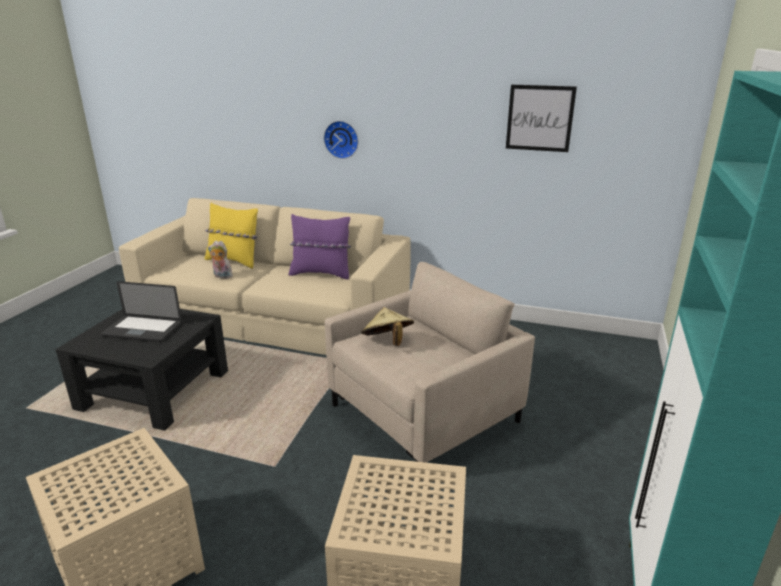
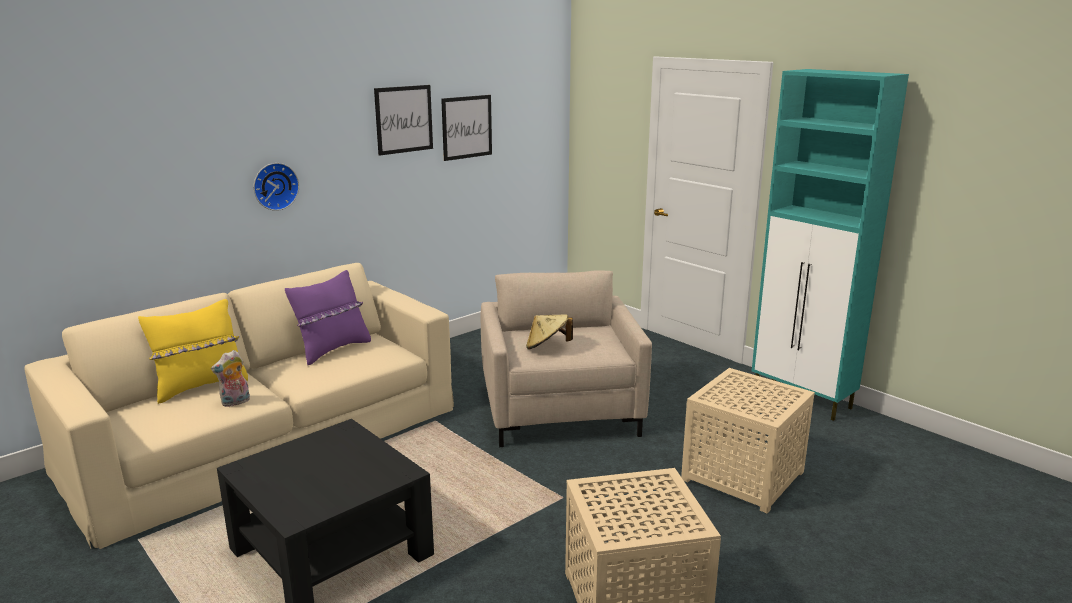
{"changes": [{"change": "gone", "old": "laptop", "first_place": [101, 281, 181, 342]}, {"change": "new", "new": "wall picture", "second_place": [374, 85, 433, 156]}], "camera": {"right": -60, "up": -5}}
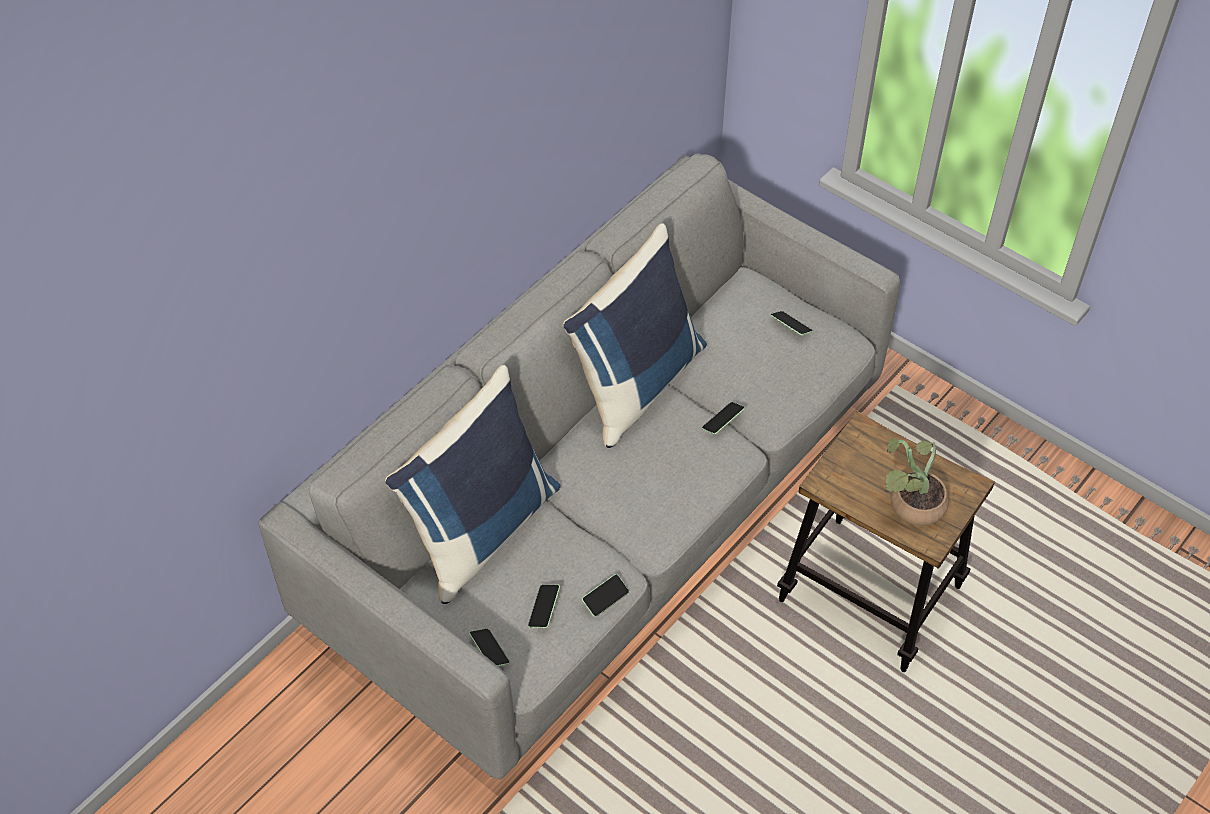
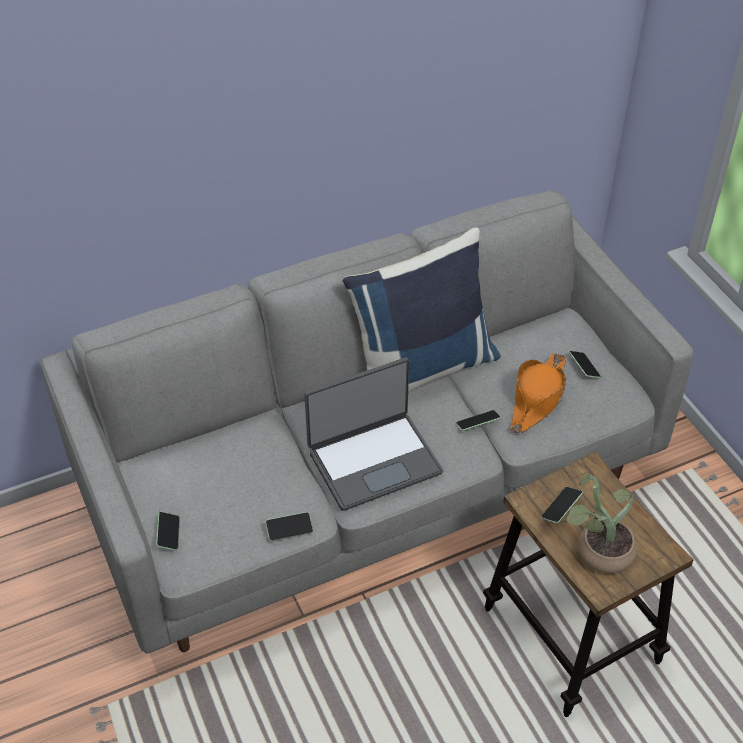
{"changes": [{"change": "gone", "old": "throw pillow/blue", "first_place": [385, 365, 560, 604]}, {"change": "shifted", "old": "telephone", "first_place": [528, 584, 560, 628], "second_place": [541, 487, 583, 523]}, {"change": "new", "new": "laptop", "second_place": [304, 357, 443, 511]}, {"change": "new", "new": "clothing hat/orange-coloured", "second_place": [510, 353, 566, 433]}], "camera": {"right": 25, "up": -5}}
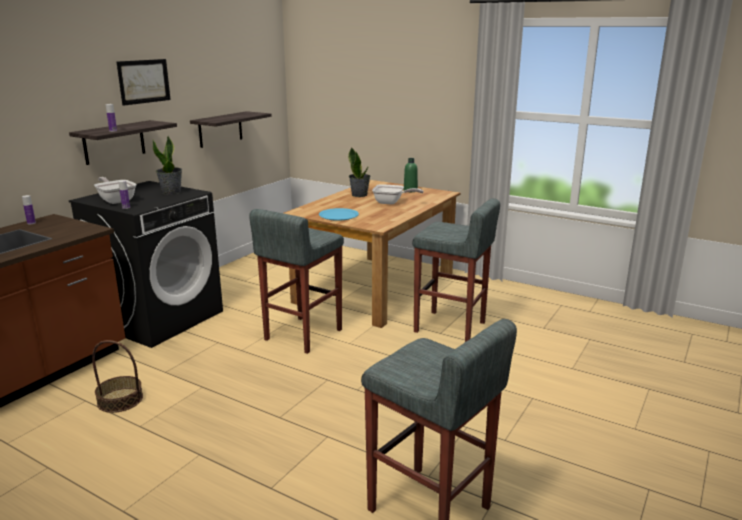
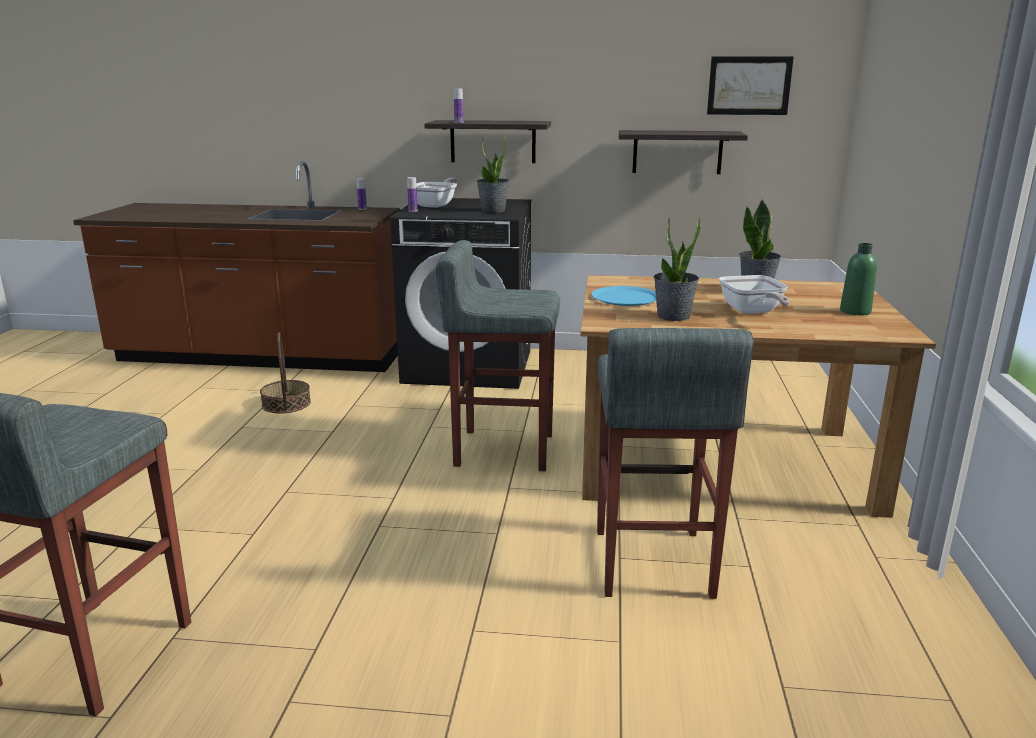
{"changes": [{"change": "shifted", "old": "wall picture", "first_place": [117, 59, 171, 106], "second_place": [707, 56, 794, 115]}, {"change": "new", "new": "plant in a pot", "second_place": [653, 218, 701, 321]}], "camera": {"right": 65, "up": 0}}
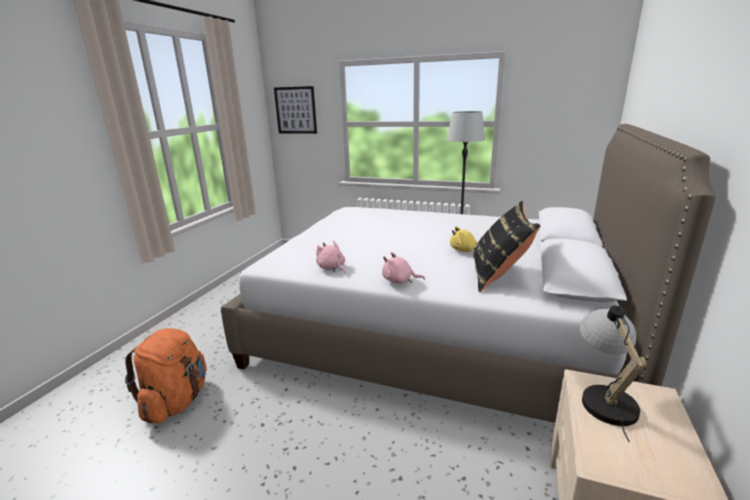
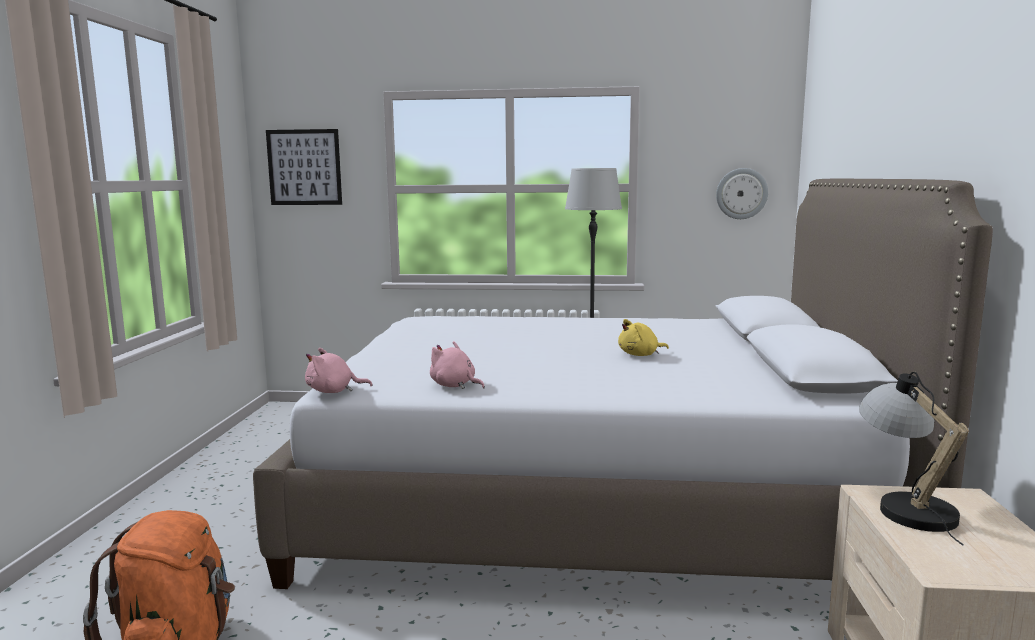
{"changes": [{"change": "shifted", "old": "cuddly toy/pink-coloured", "first_place": [382, 252, 425, 284], "second_place": [305, 348, 373, 393]}, {"change": "gone", "old": "throw pillow/black-coloured", "first_place": [473, 201, 541, 292]}, {"change": "new", "new": "hanging clock", "second_place": [716, 168, 768, 219]}], "camera": {"right": -15, "up": -10}}
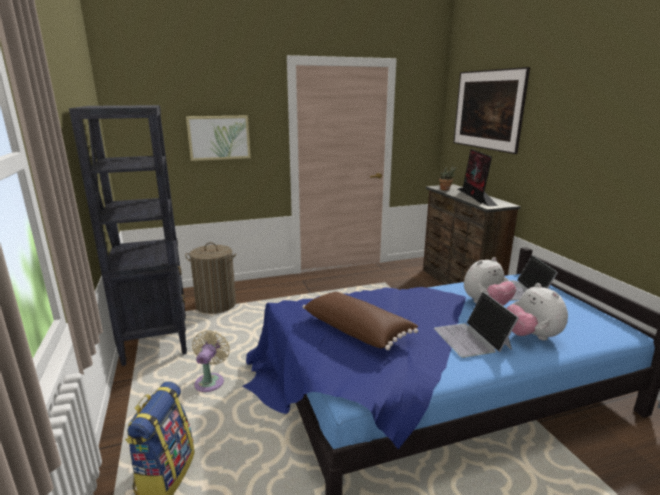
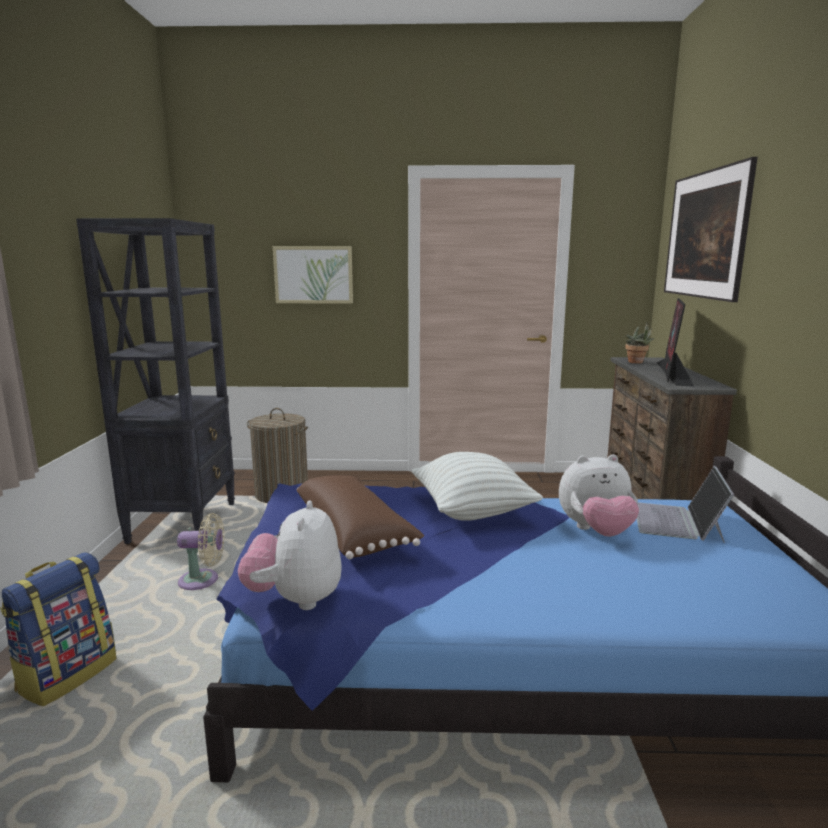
{"changes": [{"change": "rotated", "old": "electric fan/beige", "first_place": [192, 330, 230, 392], "second_place": [177, 513, 224, 590], "degrees": 60}, {"change": "gone", "old": "laptop", "first_place": [434, 292, 519, 358]}, {"change": "shifted", "old": "cuddly toy", "first_place": [507, 283, 568, 341], "second_place": [238, 501, 342, 610]}, {"change": "new", "new": "throw pillow/white", "second_place": [412, 452, 543, 521]}], "camera": {"right": 20, "up": -5}}
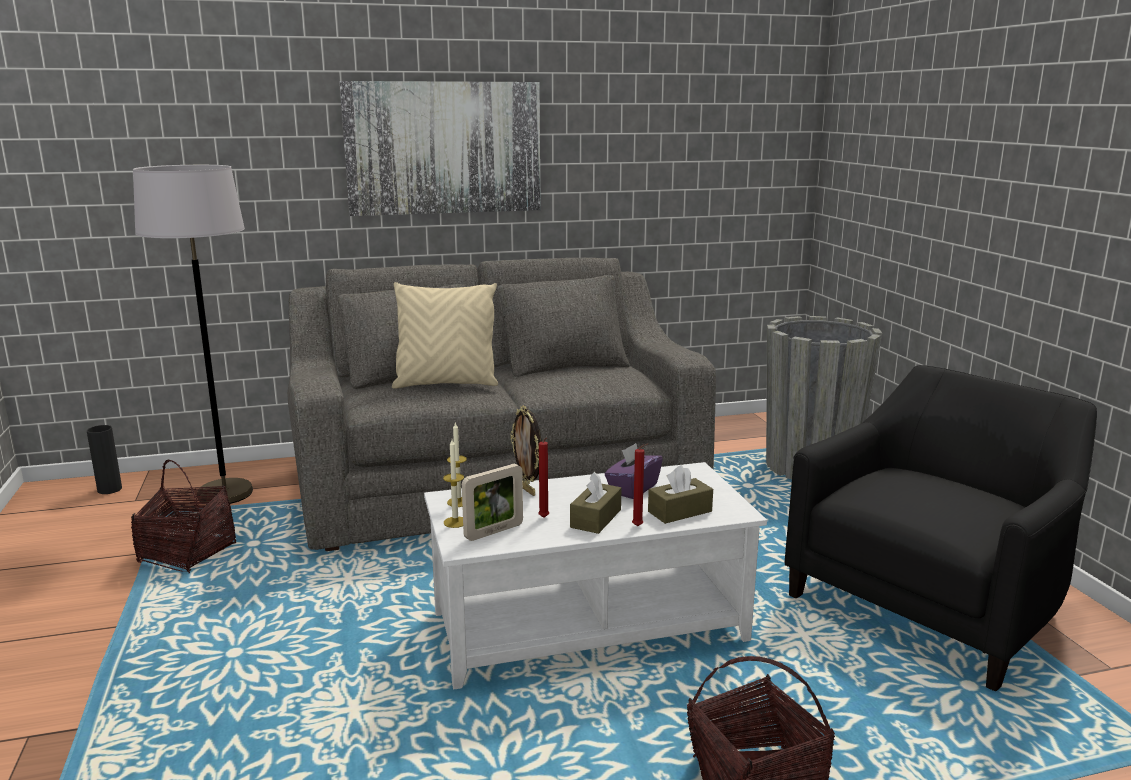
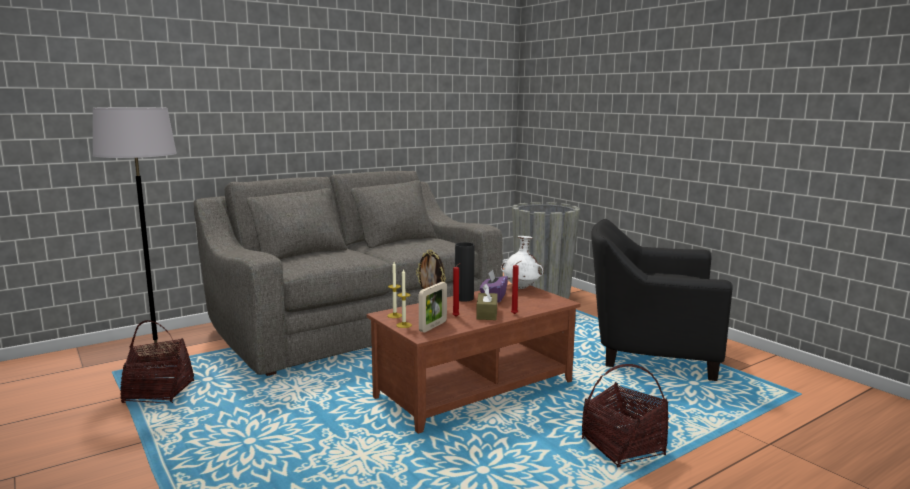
{"changes": [{"change": "shifted", "old": "decorative vase/black-coloured", "first_place": [87, 425, 122, 494], "second_place": [455, 242, 475, 302]}, {"change": "gone", "old": "wall picture", "first_place": [339, 81, 541, 216]}, {"change": "gone", "old": "throw pillow/beige", "first_place": [392, 282, 498, 389]}, {"change": "repainted", "old": "lounge table/white", "new": "lounge table/brownish", "first_place": [424, 462, 767, 689], "second_place": [367, 284, 581, 434]}, {"change": "gone", "old": "tissue holder/brownish", "first_place": [648, 465, 713, 524]}, {"change": "rotated", "old": "easy chair/black-coloured", "first_place": [785, 365, 1097, 691], "second_place": [591, 219, 733, 381], "degrees": -105}, {"change": "new", "new": "decorative vase/white", "second_place": [501, 236, 544, 289]}], "camera": {"right": -20, "up": -5}}
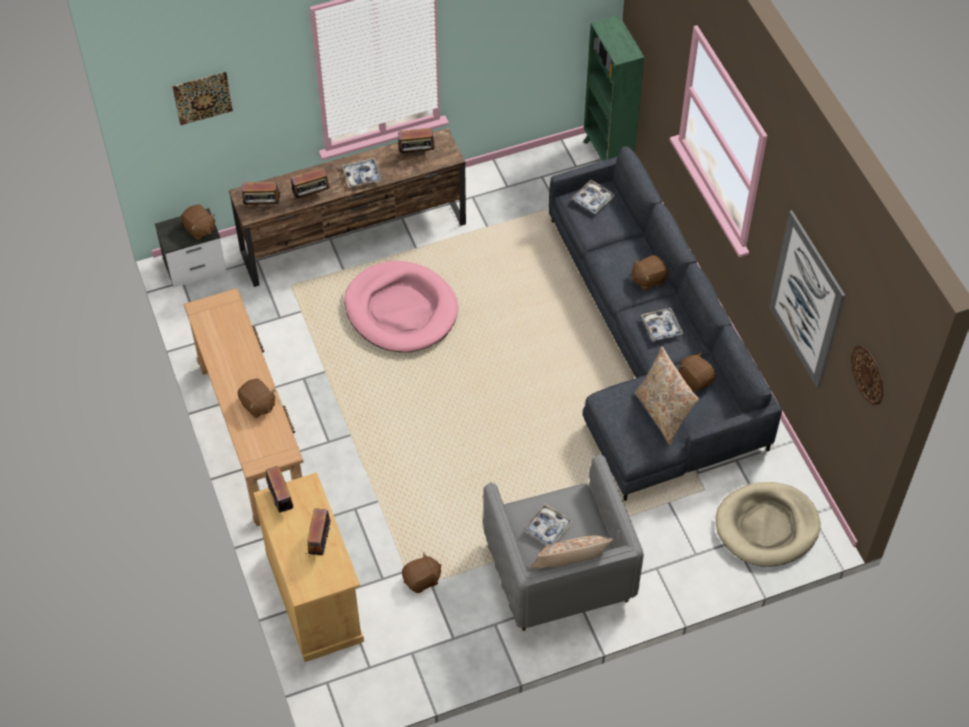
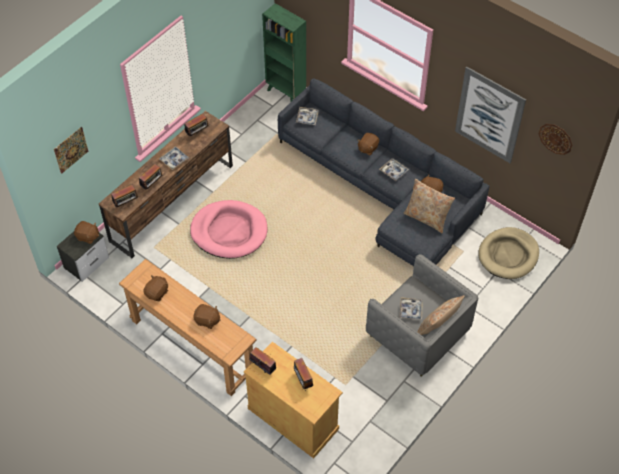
{"changes": [{"change": "shifted", "old": "cuddly toy/brownish", "first_place": [402, 553, 442, 593], "second_place": [143, 275, 168, 301]}], "camera": {"right": -30, "up": 0}}
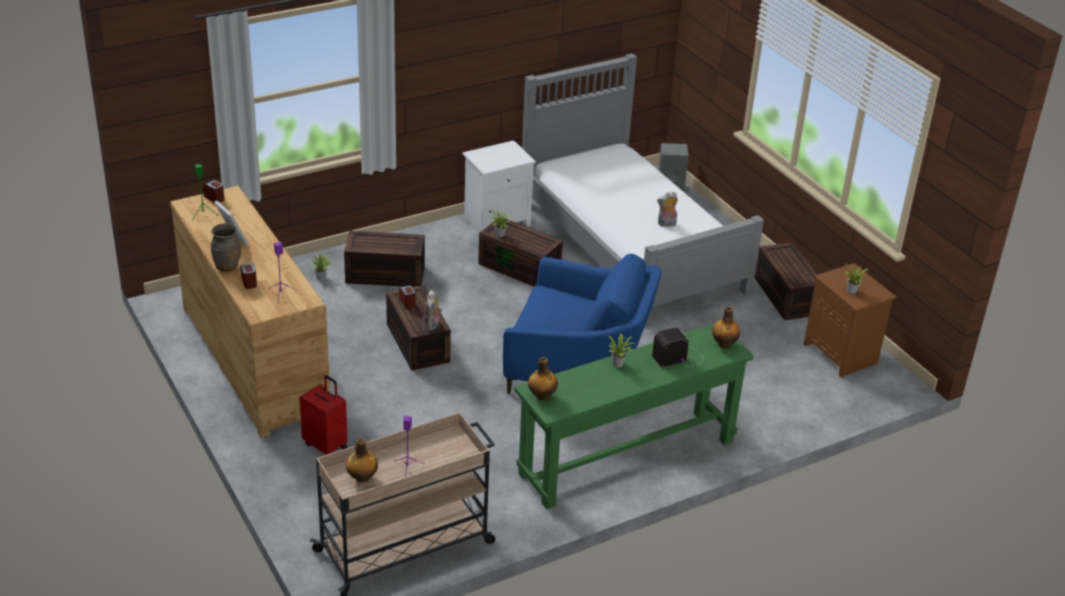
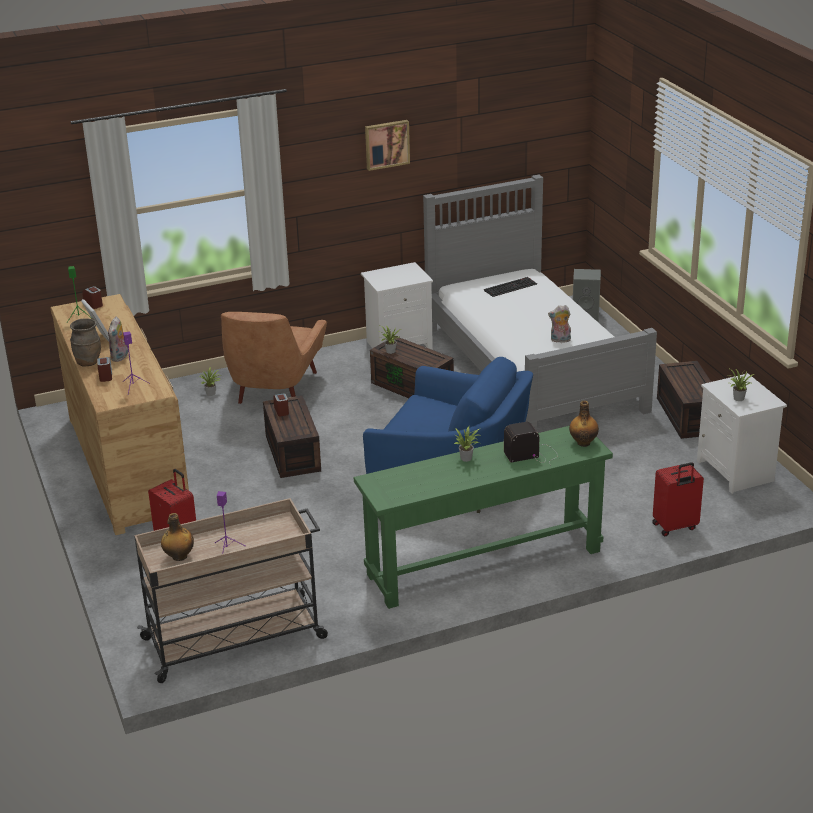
{"changes": [{"change": "swapped", "old": "storage container/brownish", "new": "easy chair/brownish", "first_place": [344, 231, 425, 287], "second_place": [221, 312, 327, 404]}, {"change": "shifted", "old": "cuddly toy", "first_place": [423, 290, 442, 331], "second_place": [108, 317, 128, 362]}, {"change": "gone", "old": "bottle", "first_place": [528, 357, 558, 401]}, {"change": "repainted", "old": "night table/brownish", "new": "night table/white", "first_place": [804, 263, 897, 378], "second_place": [697, 373, 787, 494]}, {"change": "new", "new": "wall picture", "second_place": [365, 120, 410, 171]}, {"change": "new", "new": "keyboard", "second_place": [484, 277, 537, 297]}, {"change": "new", "new": "suitcase/red-coloured", "second_place": [652, 462, 704, 536]}], "camera": {"right": 10, "up": -5}}
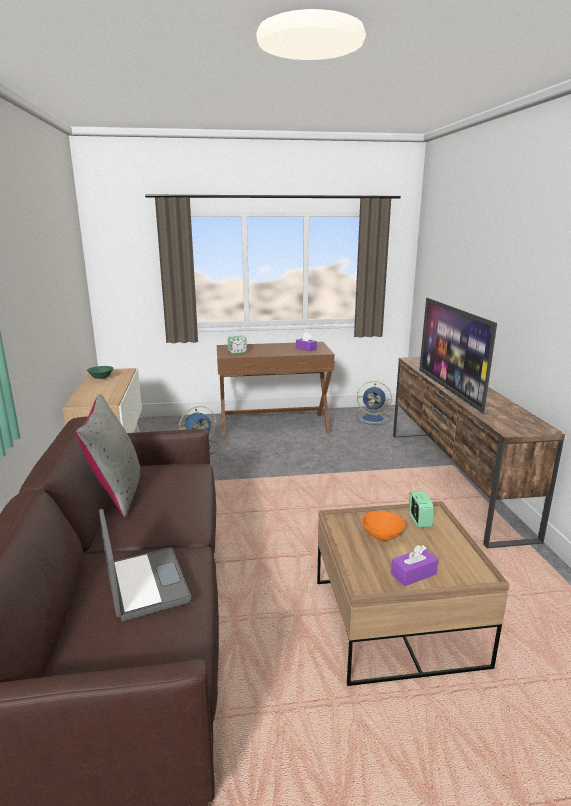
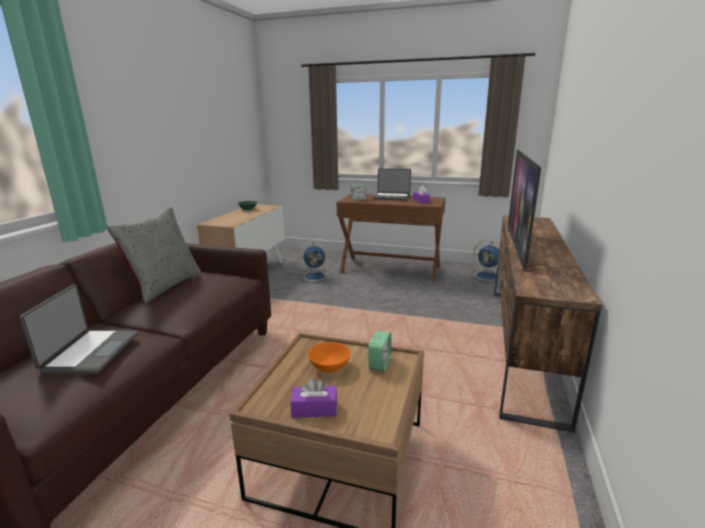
{"changes": [{"change": "new", "new": "laptop", "second_place": [373, 168, 411, 201]}], "camera": {"right": 25, "up": 0}}
